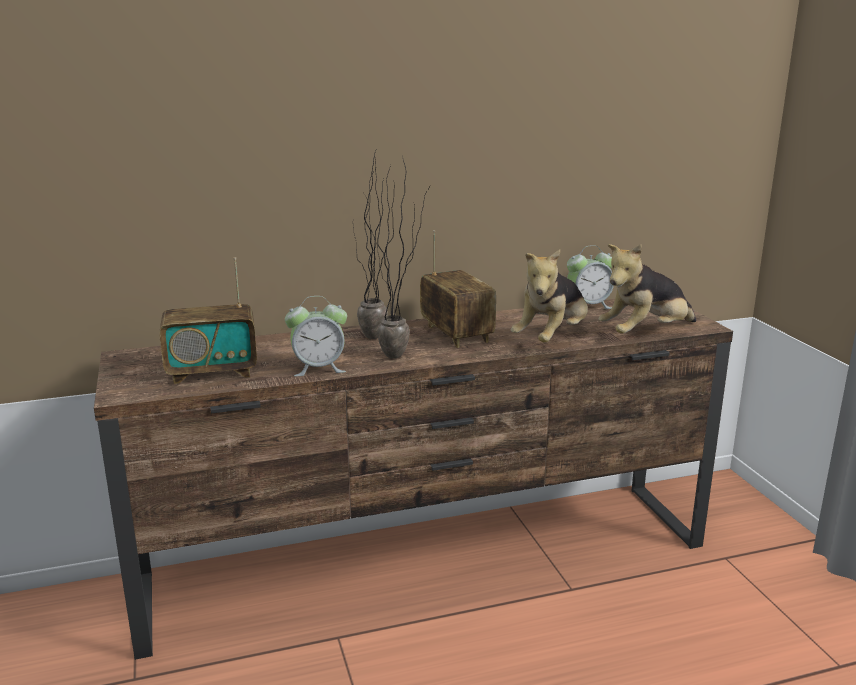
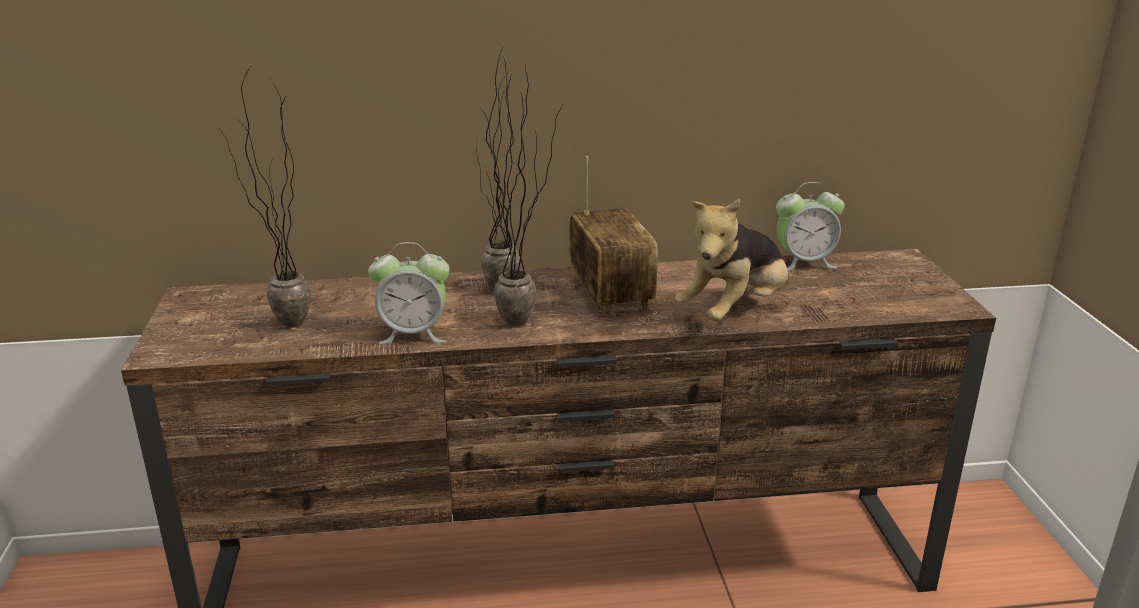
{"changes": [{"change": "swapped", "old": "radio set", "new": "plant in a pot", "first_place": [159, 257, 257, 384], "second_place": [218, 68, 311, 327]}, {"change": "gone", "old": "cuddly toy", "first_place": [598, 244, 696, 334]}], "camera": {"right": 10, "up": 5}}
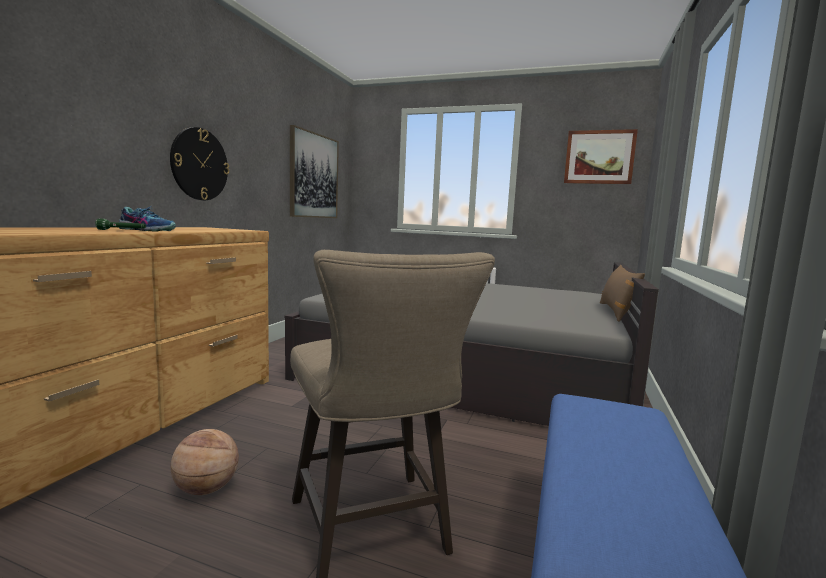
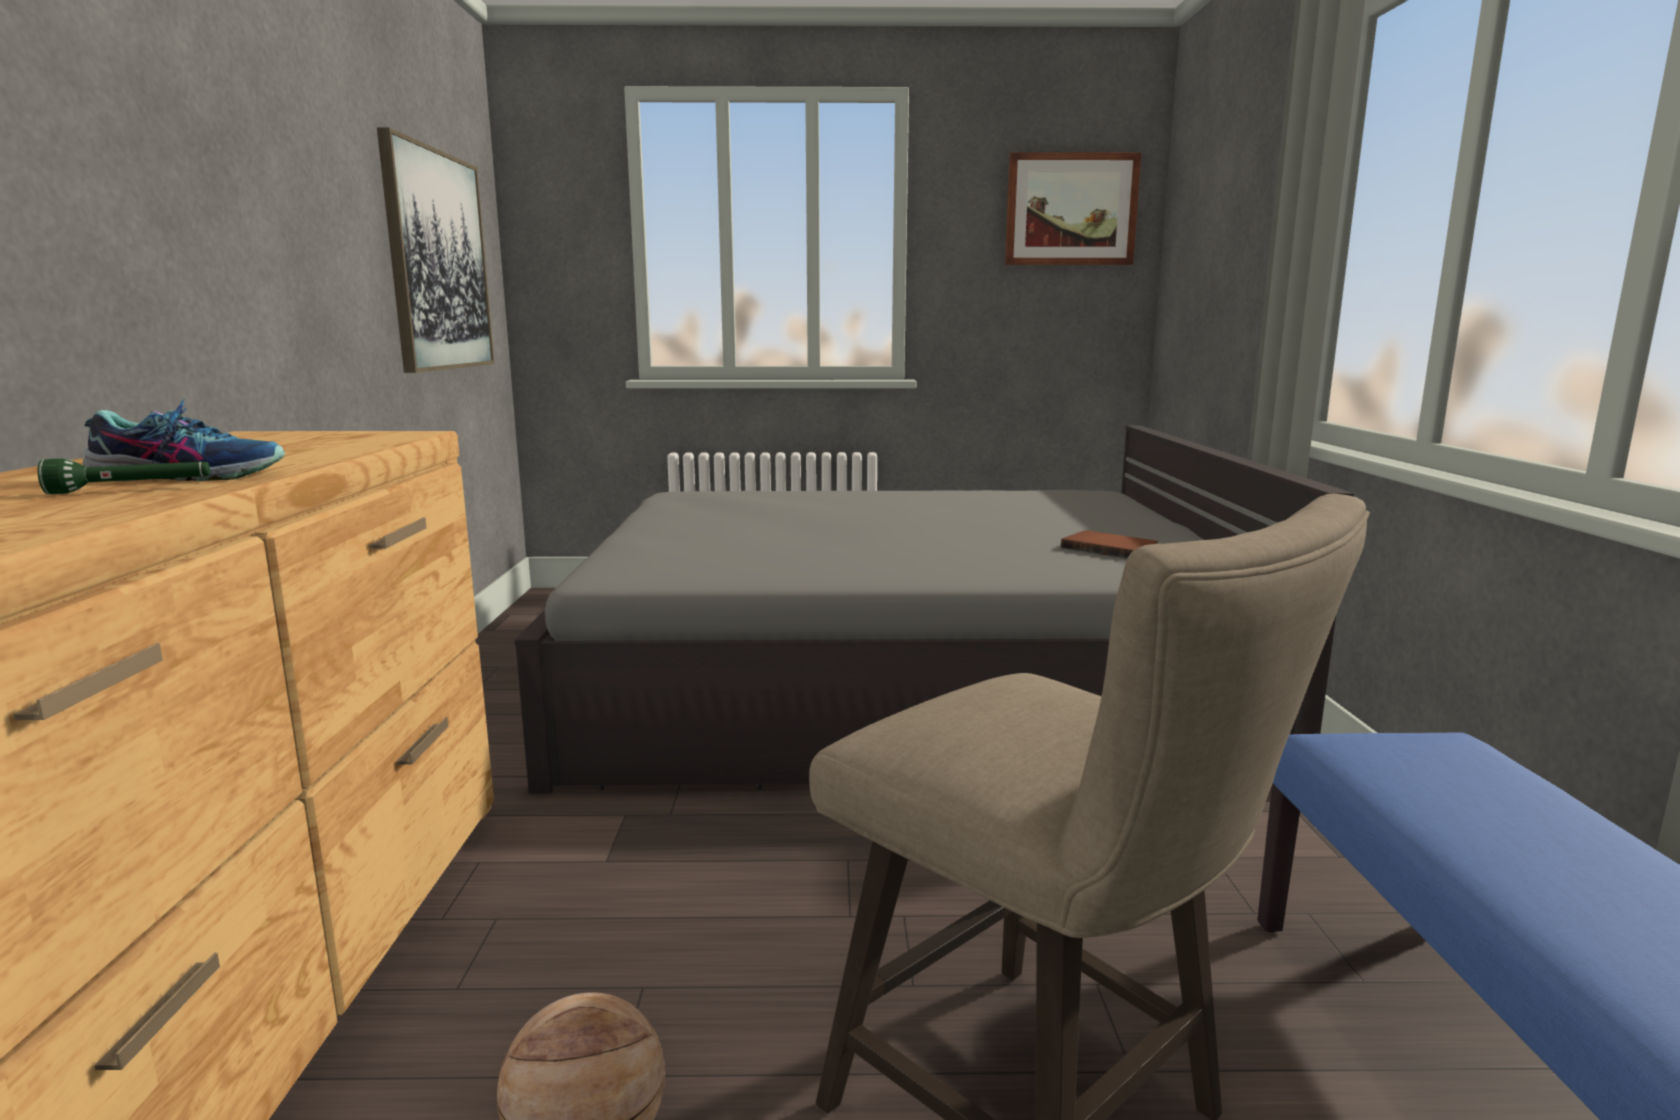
{"changes": [{"change": "gone", "old": "hanging clock", "first_place": [170, 127, 229, 200]}, {"change": "gone", "old": "throw pillow/brownish", "first_place": [600, 265, 645, 321]}, {"change": "new", "new": "bound book/brownish", "second_place": [1061, 530, 1158, 559]}], "camera": {"right": -20, "up": 5}}
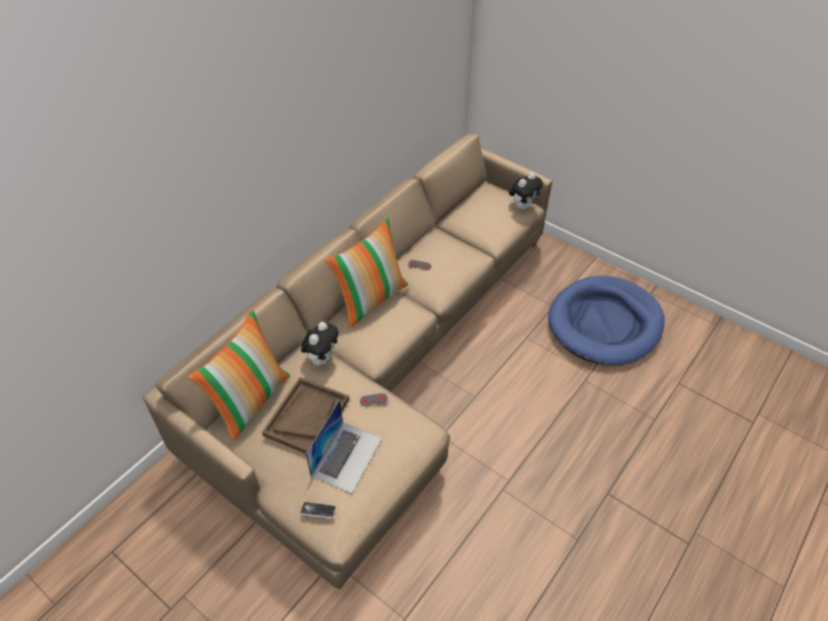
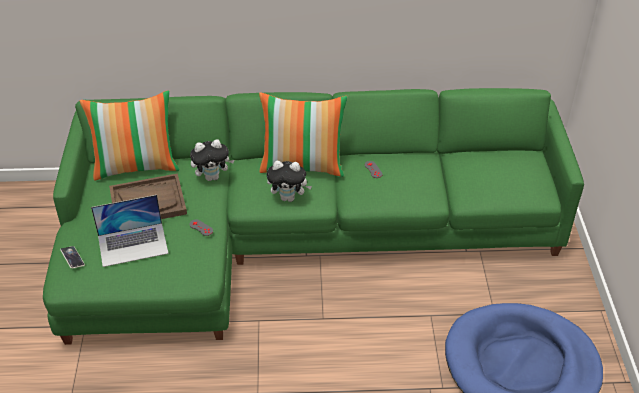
{"changes": [{"change": "repainted", "old": "couch/beige", "new": "couch/green-coloured", "first_place": [143, 134, 553, 590], "second_place": [43, 88, 584, 345]}, {"change": "shifted", "old": "cuddly toy", "first_place": [509, 172, 543, 210], "second_place": [267, 161, 312, 202]}], "camera": {"right": 50, "up": -5}}
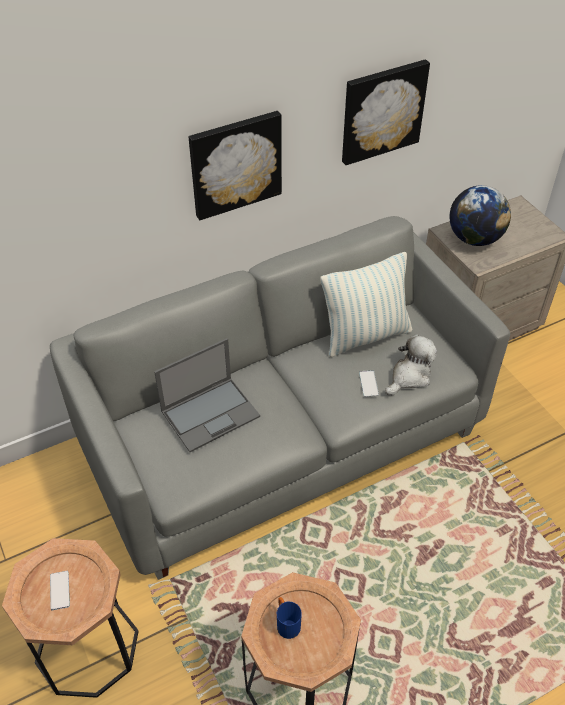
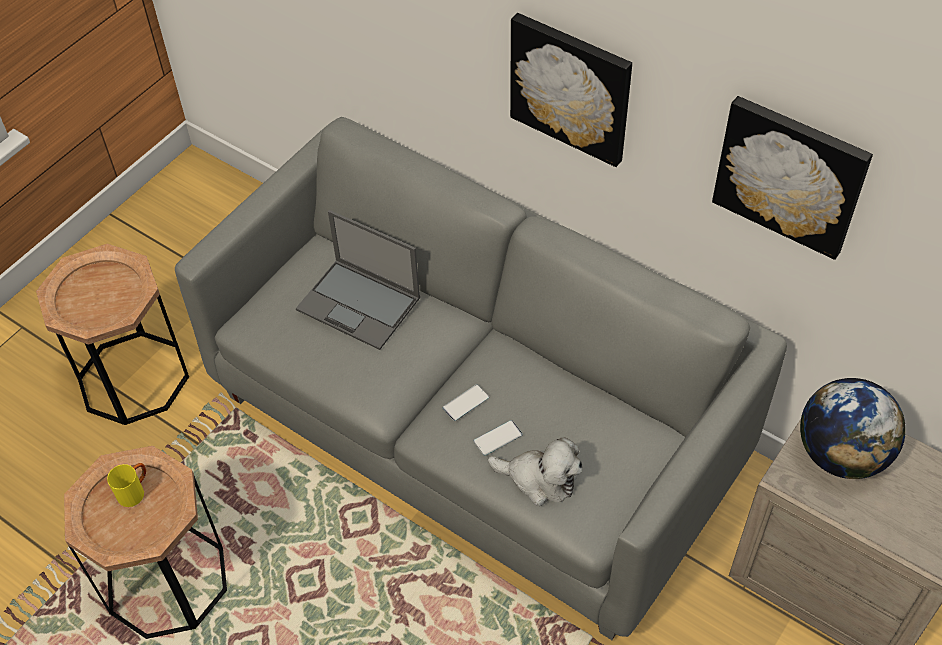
{"changes": [{"change": "shifted", "old": "telephone", "first_place": [50, 571, 70, 610], "second_place": [442, 384, 489, 421]}, {"change": "repainted", "old": "mug/blue", "new": "mug/yellow-coloured", "first_place": [277, 597, 302, 639], "second_place": [107, 463, 146, 507]}, {"change": "gone", "old": "throw pillow", "first_place": [320, 252, 412, 357]}], "camera": {"right": 65, "up": 5}}
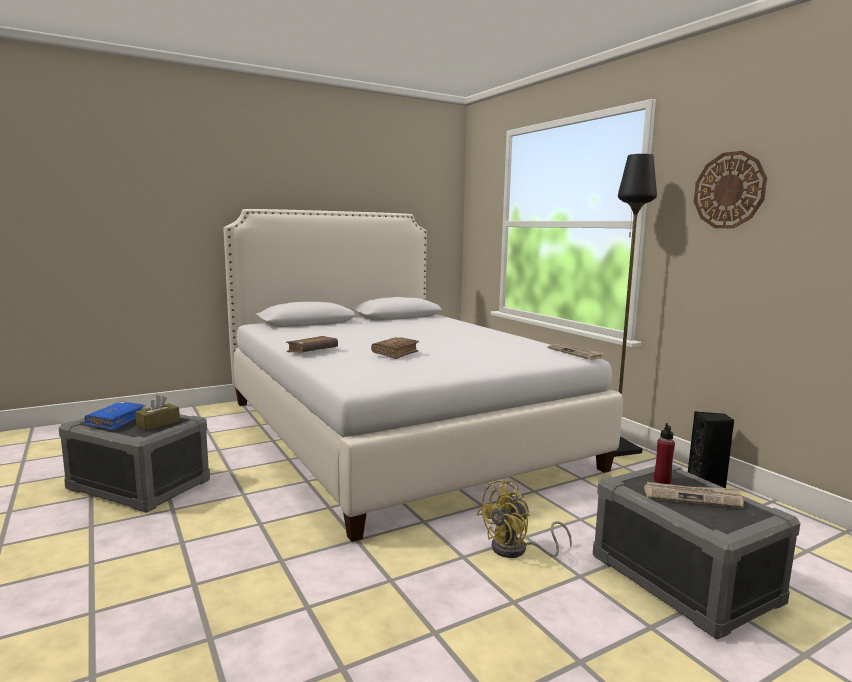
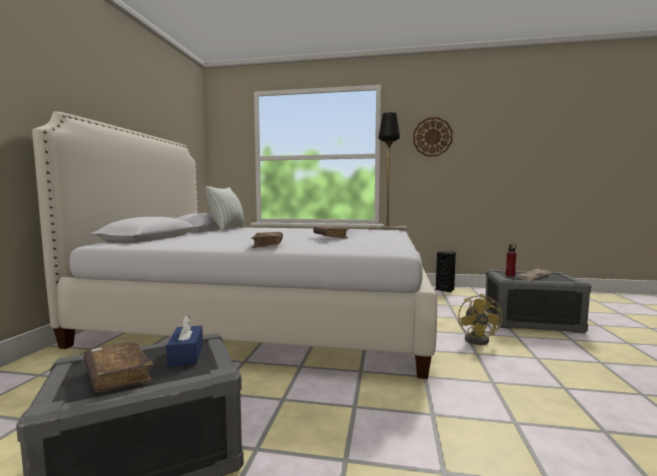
{"changes": [{"change": "repainted", "old": "bound book/blue", "new": "bound book/brownish", "first_place": [85, 401, 145, 430], "second_place": [84, 342, 154, 392]}, {"change": "repainted", "old": "tissue holder/brownish", "new": "tissue holder/blue", "first_place": [135, 395, 180, 430], "second_place": [166, 314, 203, 367]}, {"change": "new", "new": "throw pillow", "second_place": [206, 186, 244, 231]}], "camera": {"right": -50, "up": -5}}
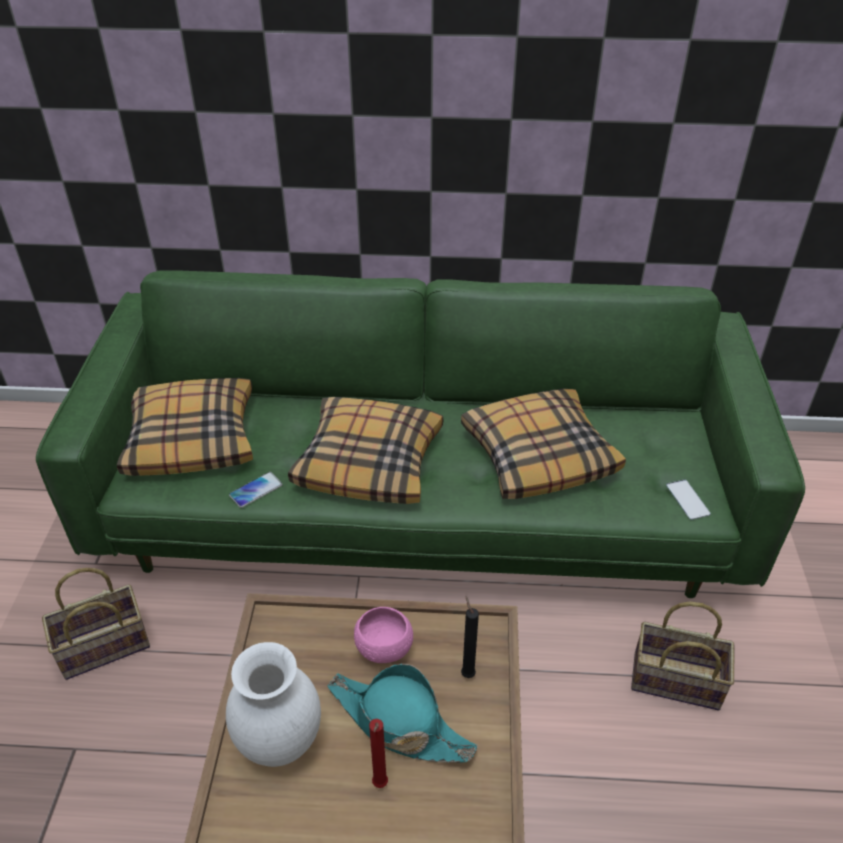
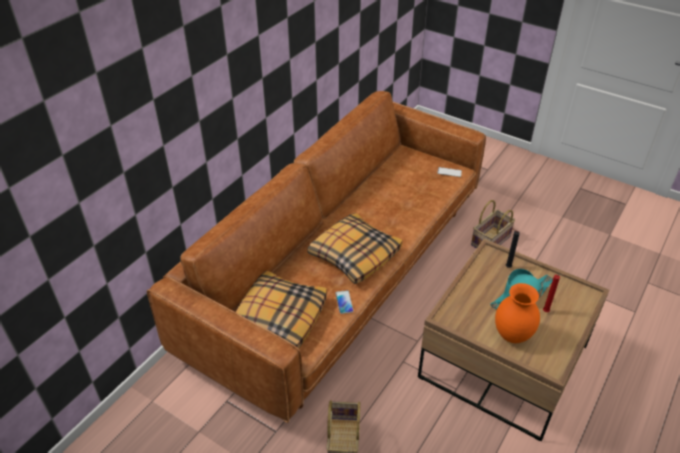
{"changes": [{"change": "repainted", "old": "couch/green-coloured", "new": "couch/brownish", "first_place": [36, 270, 805, 598], "second_place": [147, 91, 486, 423]}, {"change": "repainted", "old": "decorative vase/white", "new": "decorative vase/orange-coloured", "first_place": [226, 642, 321, 767], "second_place": [495, 283, 540, 343]}, {"change": "gone", "old": "deep dish/pink-coloured", "first_place": [354, 607, 413, 663]}, {"change": "gone", "old": "throw pillow", "first_place": [461, 388, 626, 499]}], "camera": {"right": -60, "up": 0}}
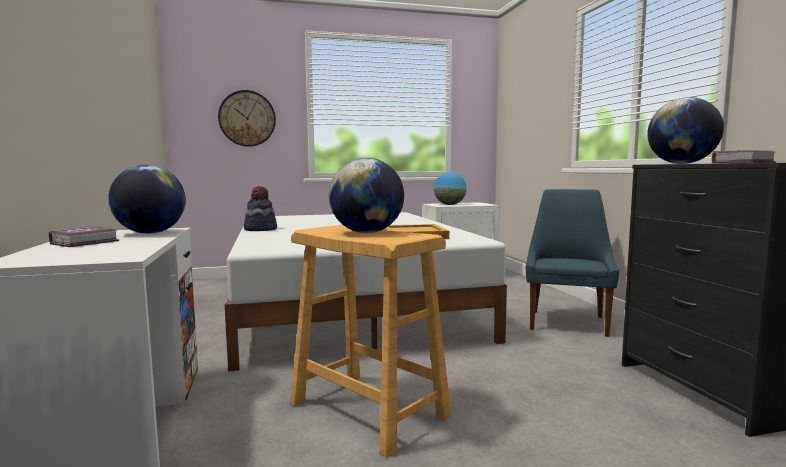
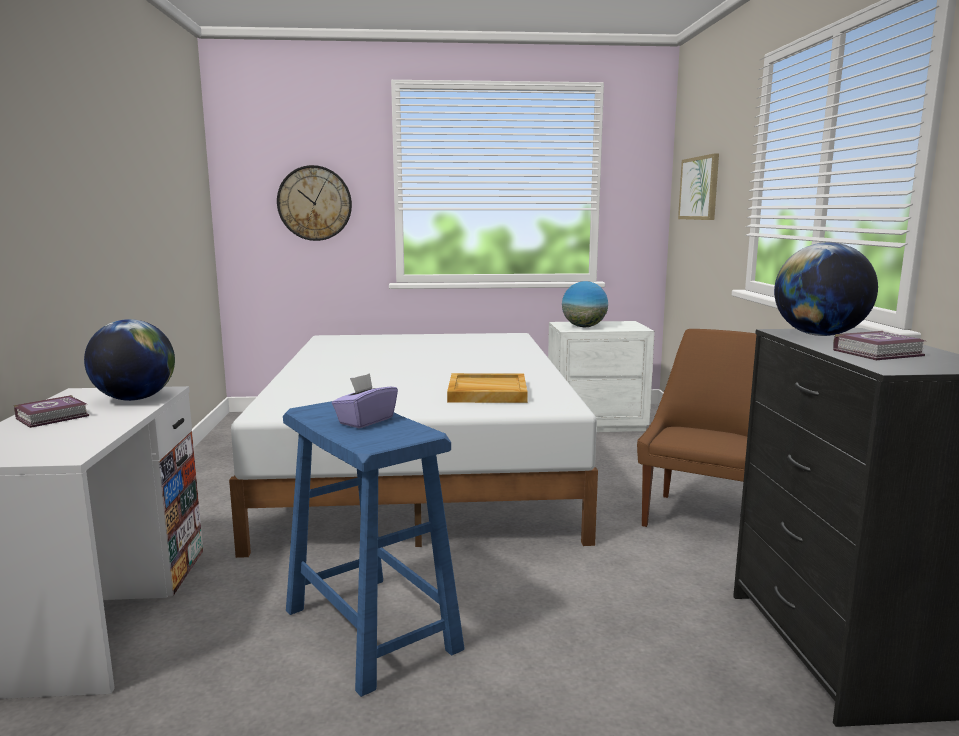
{"changes": [{"change": "gone", "old": "clothing hat", "first_place": [244, 186, 277, 231]}, {"change": "repainted", "old": "sitting stool/beige", "new": "sitting stool/blue", "first_place": [290, 225, 451, 457], "second_place": [283, 401, 465, 697]}, {"change": "swapped", "old": "globe", "new": "tissue holder/purple-coloured", "first_place": [329, 158, 404, 233], "second_place": [332, 373, 398, 428]}, {"change": "repainted", "old": "upright chair/blue", "new": "upright chair/brownish", "first_place": [526, 189, 619, 337], "second_place": [637, 329, 756, 527]}, {"change": "new", "new": "wall picture", "second_place": [678, 153, 719, 220]}], "camera": {"right": 10, "up": 5}}
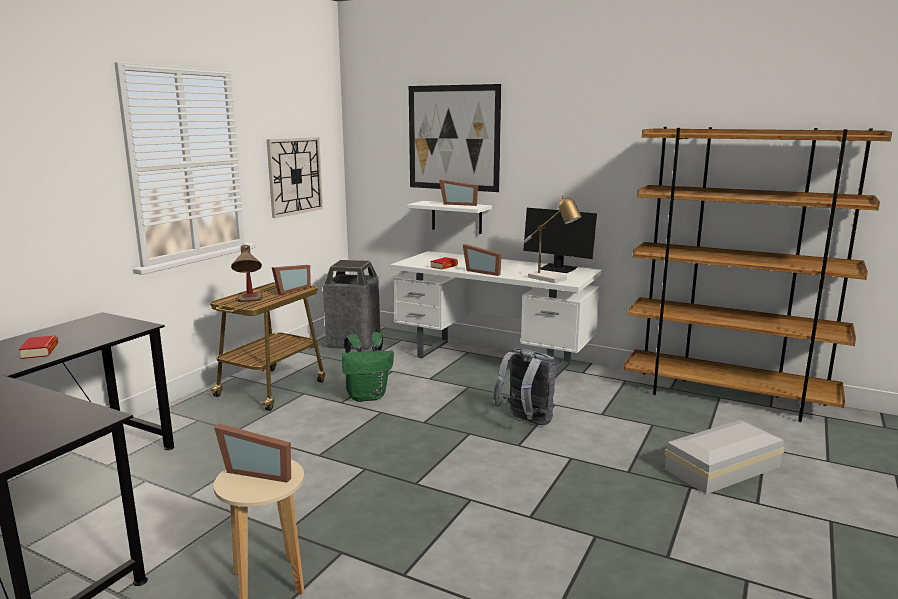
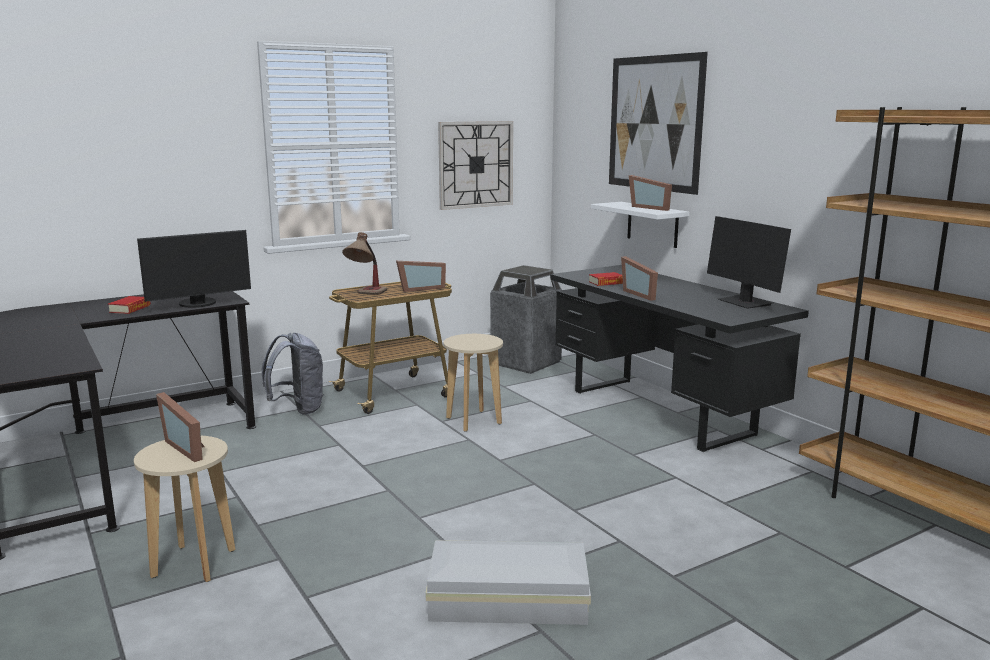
{"changes": [{"change": "swapped", "old": "rucksack/green-coloured", "new": "sitting stool/beige", "first_place": [342, 332, 394, 402], "second_place": [443, 334, 503, 432]}, {"change": "repainted", "old": "desk/white", "new": "desk/black-coloured", "first_place": [390, 251, 602, 379], "second_place": [550, 265, 809, 452]}, {"change": "shifted", "old": "rucksack/grey", "first_place": [492, 349, 557, 425], "second_place": [262, 333, 324, 415]}, {"change": "gone", "old": "tabletop lamp", "first_place": [523, 195, 582, 283]}, {"change": "shifted", "old": "storage container/white", "first_place": [665, 420, 784, 494], "second_place": [425, 540, 591, 625]}, {"change": "new", "new": "monitor", "second_place": [137, 230, 251, 308]}], "camera": {"right": 30, "up": 0}}
